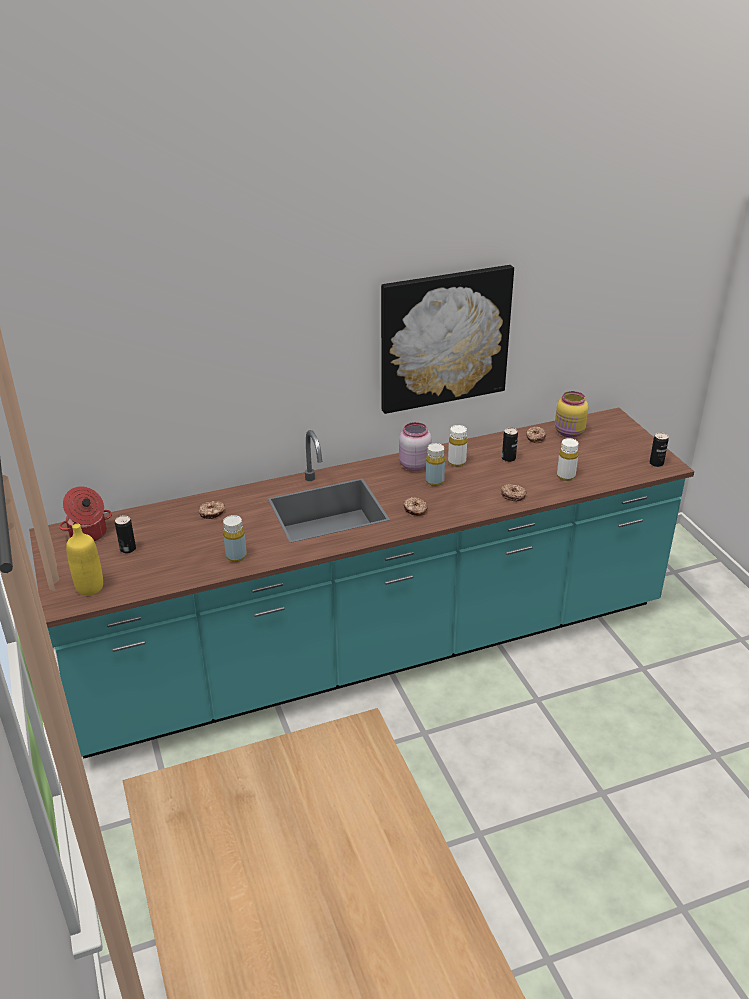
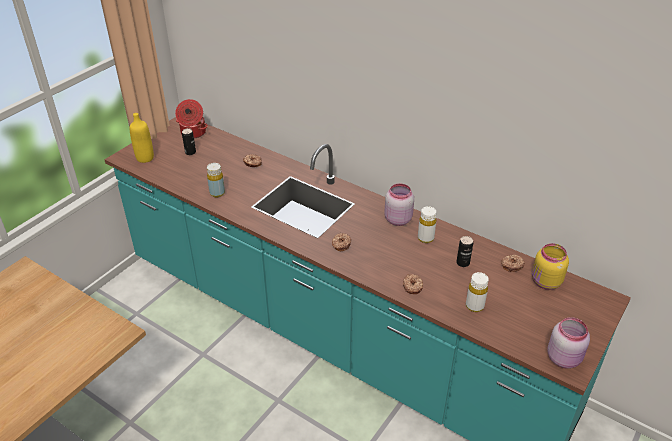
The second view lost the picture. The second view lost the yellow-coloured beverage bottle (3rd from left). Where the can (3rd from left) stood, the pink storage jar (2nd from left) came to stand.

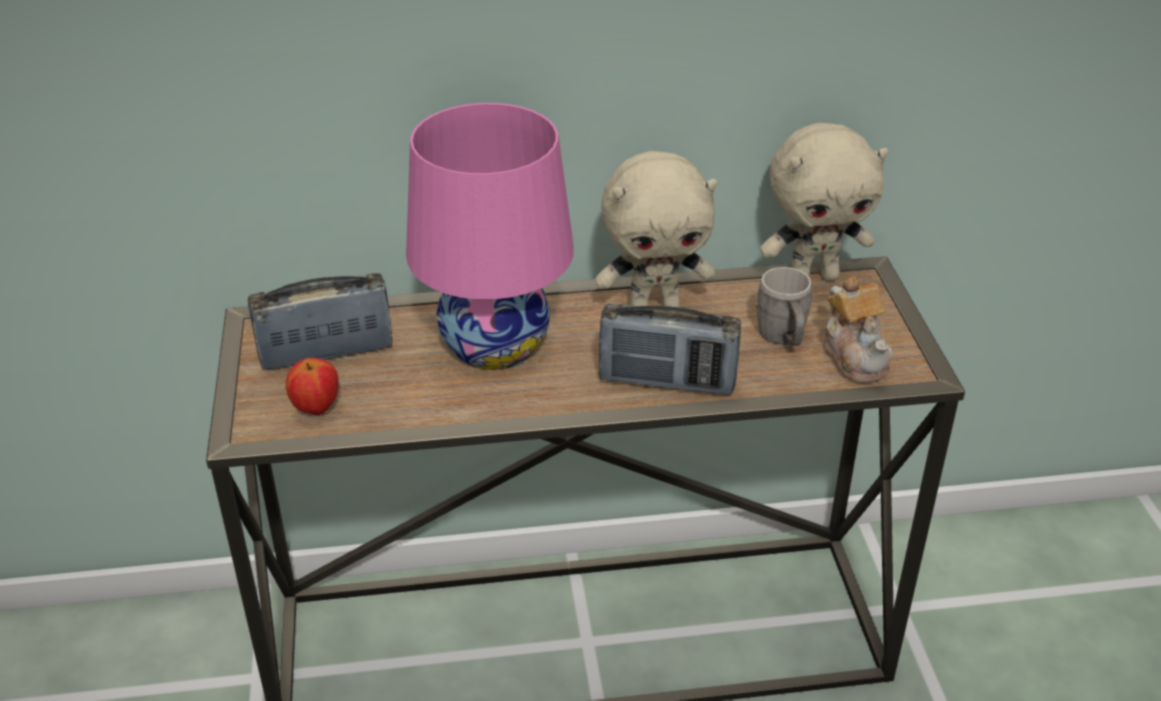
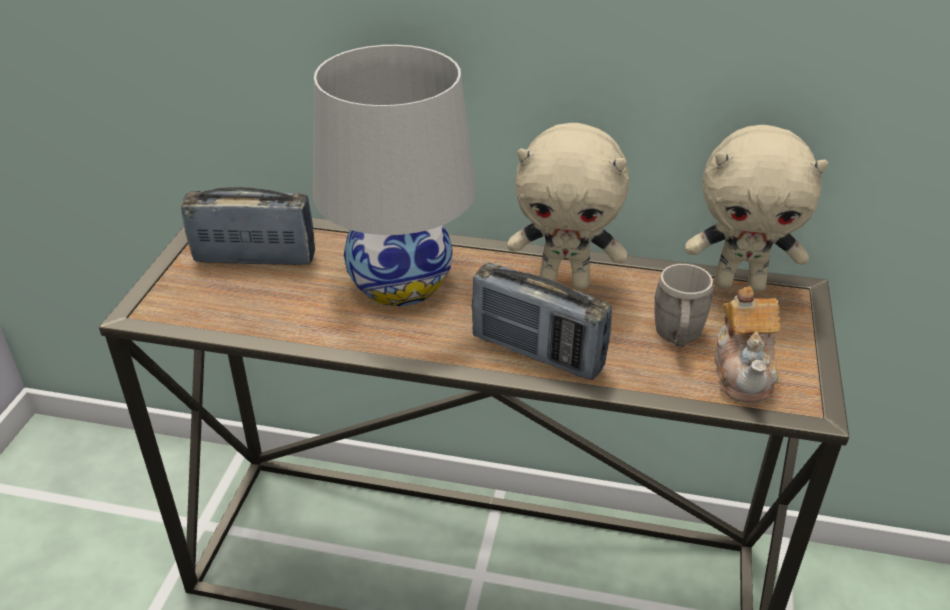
The second view lost the whole apple. What was the pink table lamp turned into the white table lamp.

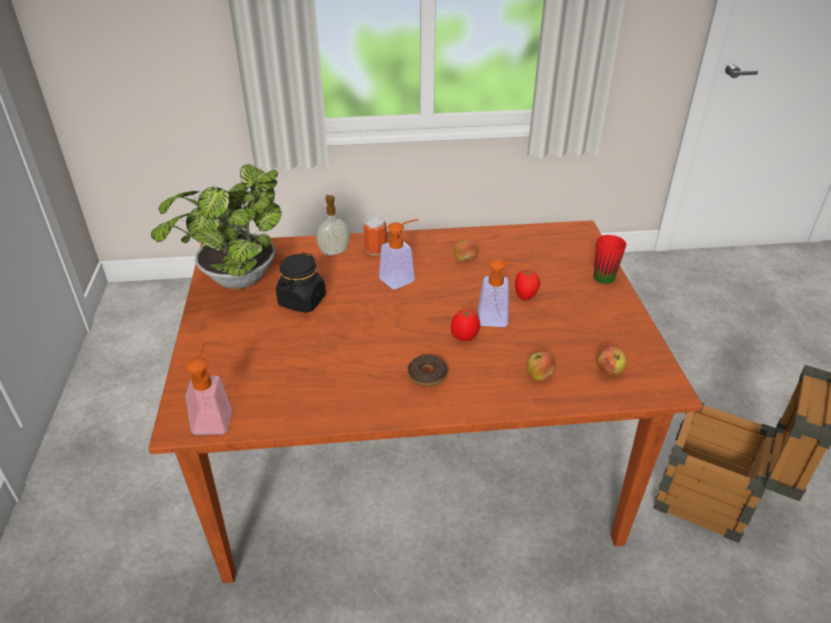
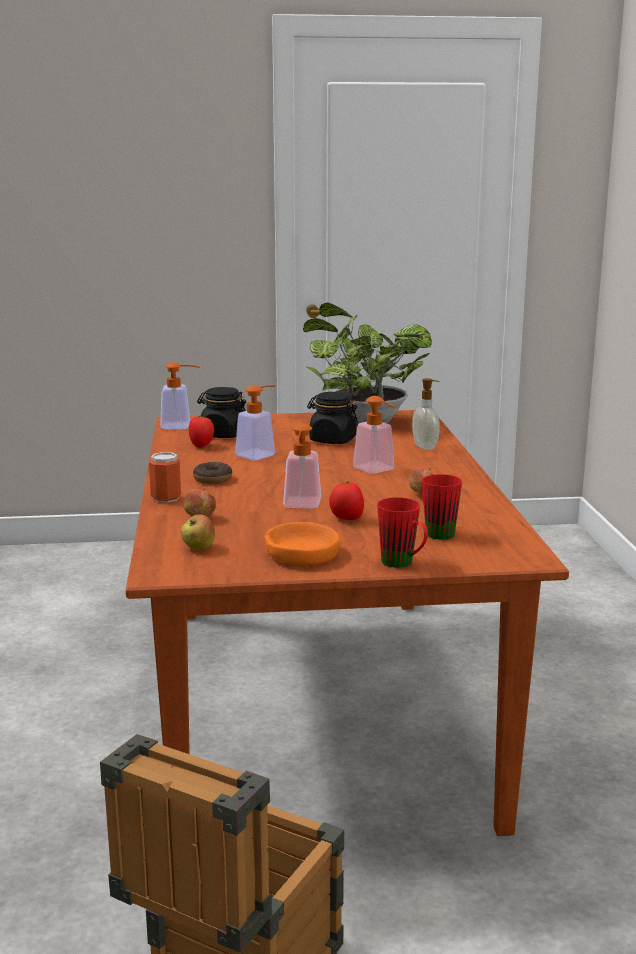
The can ended up elsewhere. The fresh tomato (1st from left) ended up elsewhere. The second view gained the blackish storage jar (1st from left). The second view gained the soap dispenser (2nd from left). The second view gained the orange serving bowl. The second view gained the red tea mug (2nd from left).

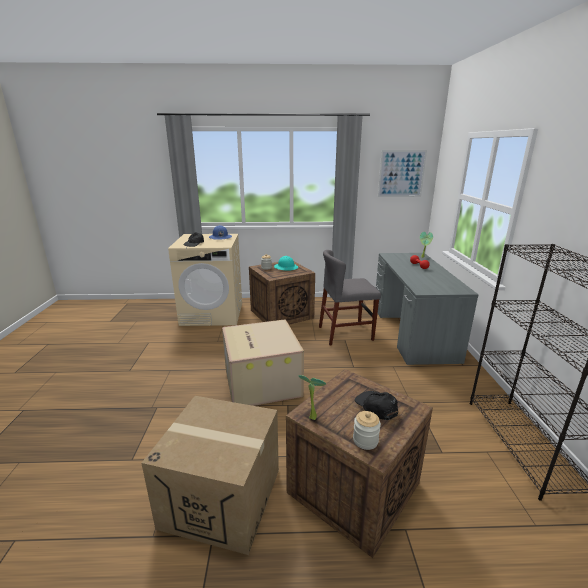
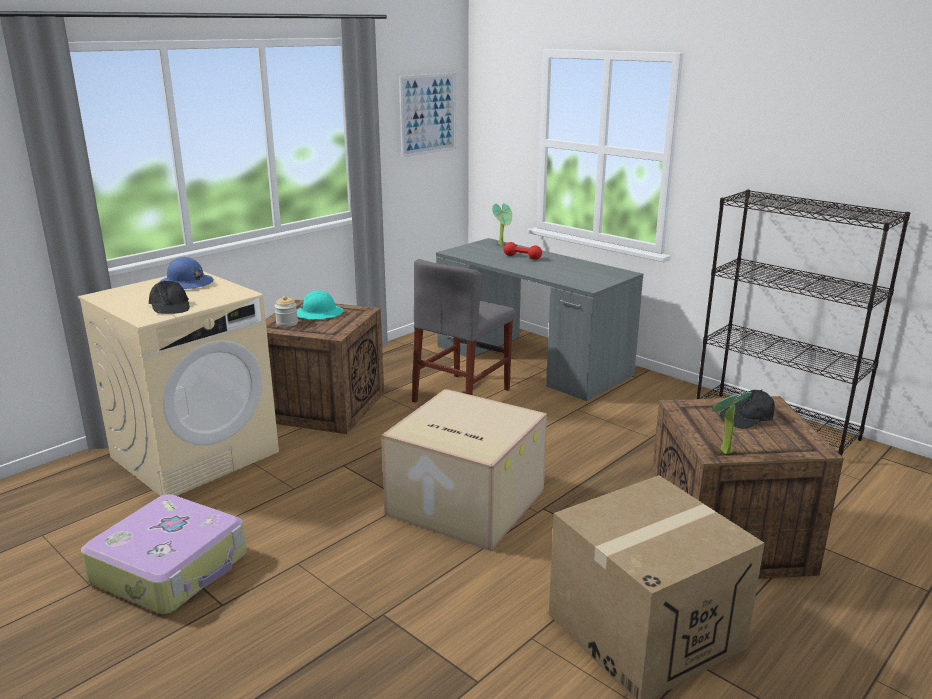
The second view lost the storage jar (2nd from left). The blackish baseball cap (2nd from left) ended up facing another way, 45 degrees counterclockwise from before. The second view gained the suitcase.

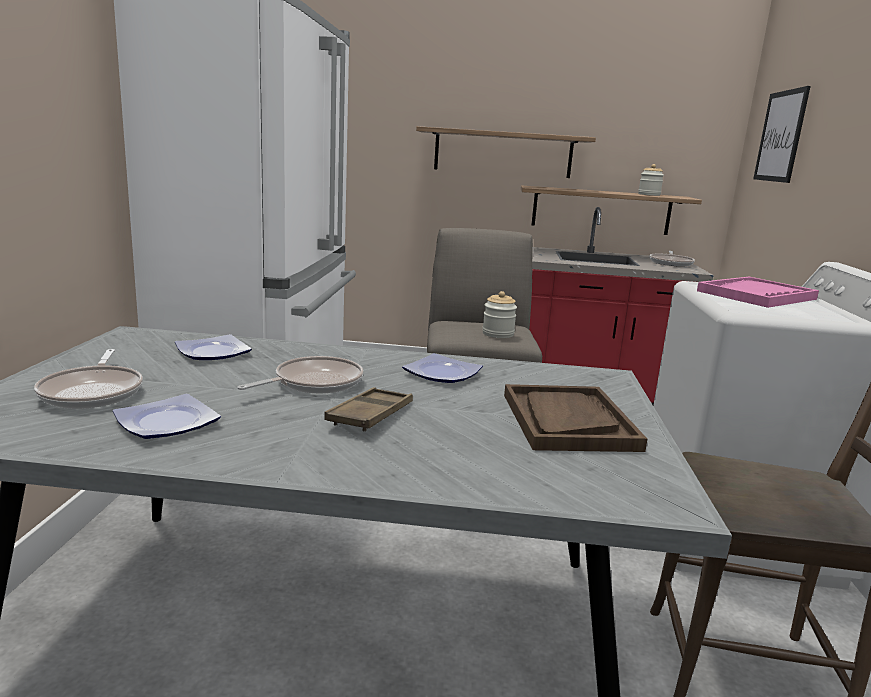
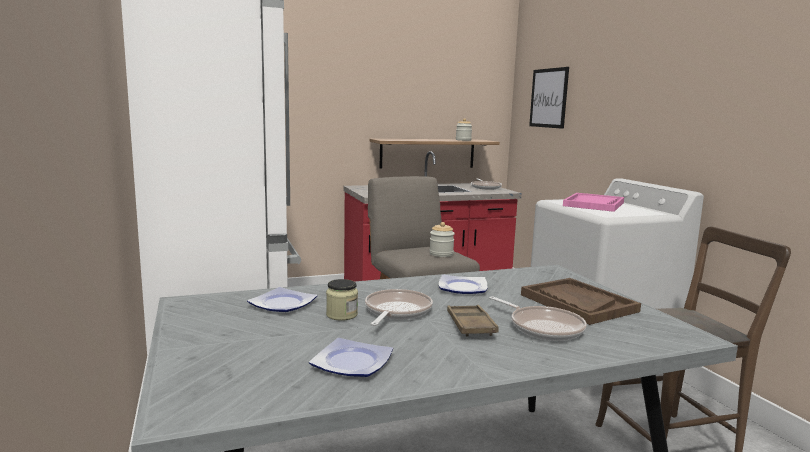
The pan (1st from left in the first image) ended up elsewhere. The second view lost the shelf (1st from left). The second view gained the storage jar (1st from left).

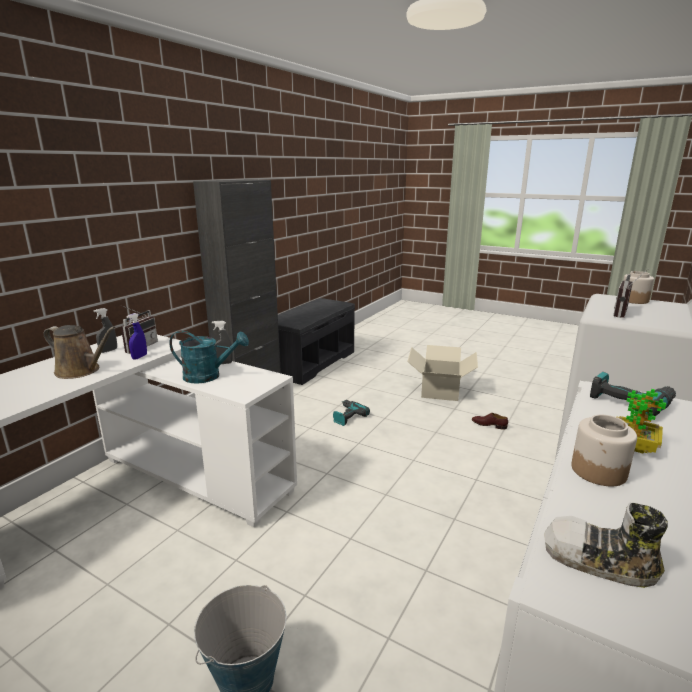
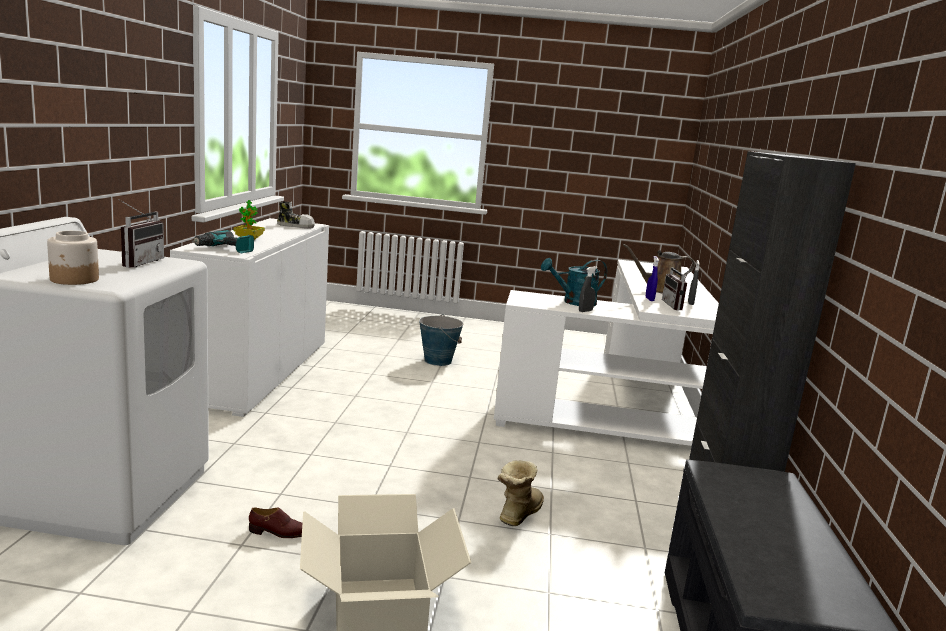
Where the electric drill (1st from left) stood, the tall boot came to stand. The second view lost the storage jar (1st from left).

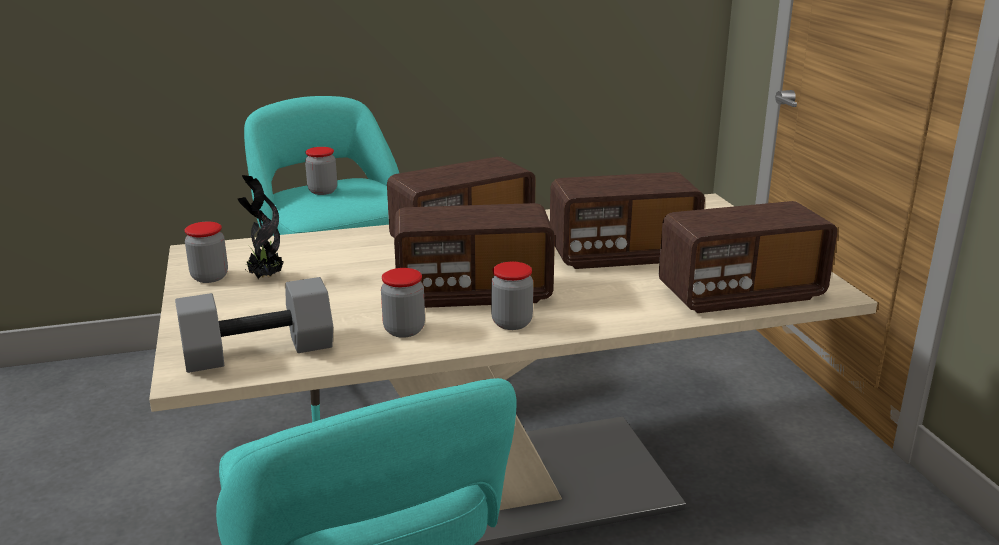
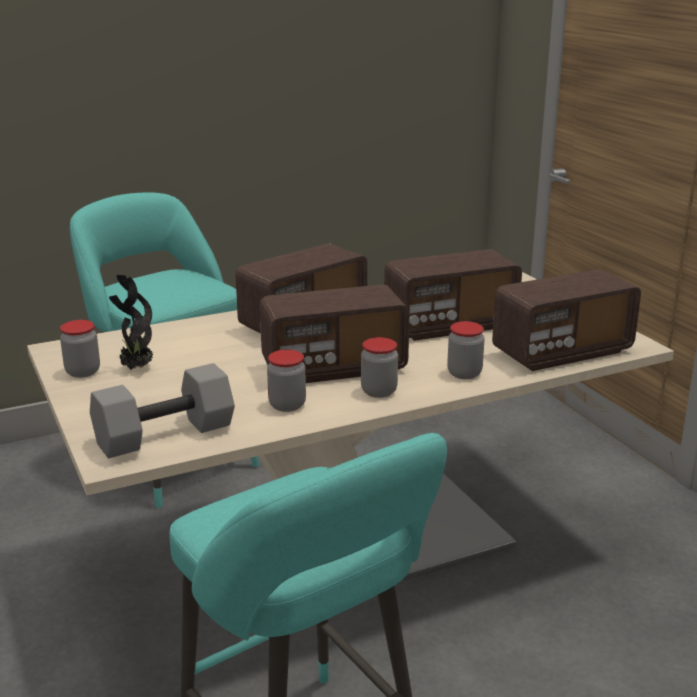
The storage jar (2nd from left in the first image) ended up elsewhere.

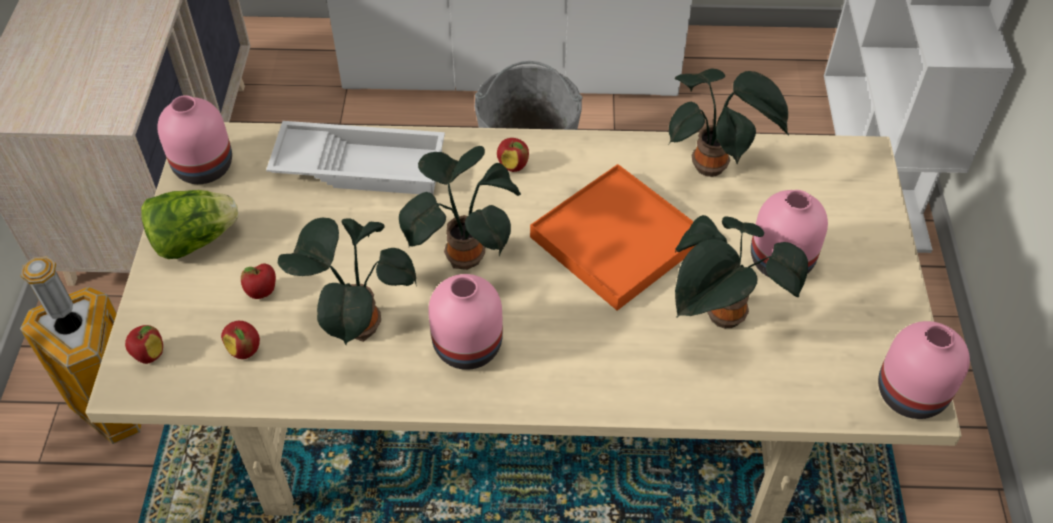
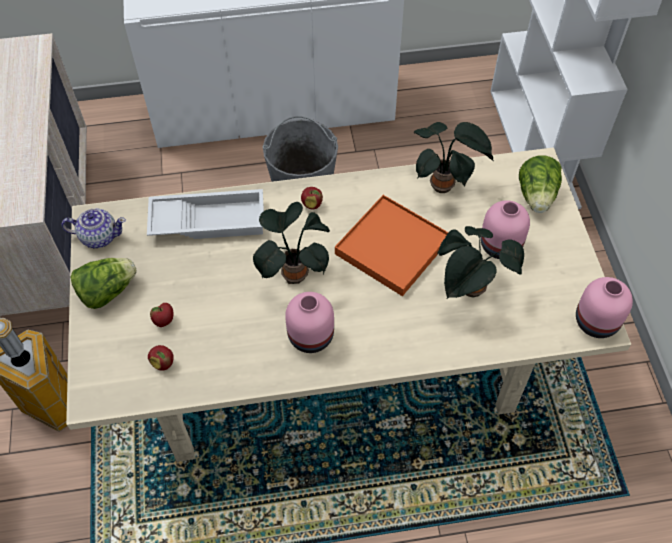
The second view lost the whole apple (1st from left). Where the pink vase (1st from left) stood, the pot for tea came to stand. The second view lost the potted plant (1st from left). The second view gained the lettuce (2nd from left).

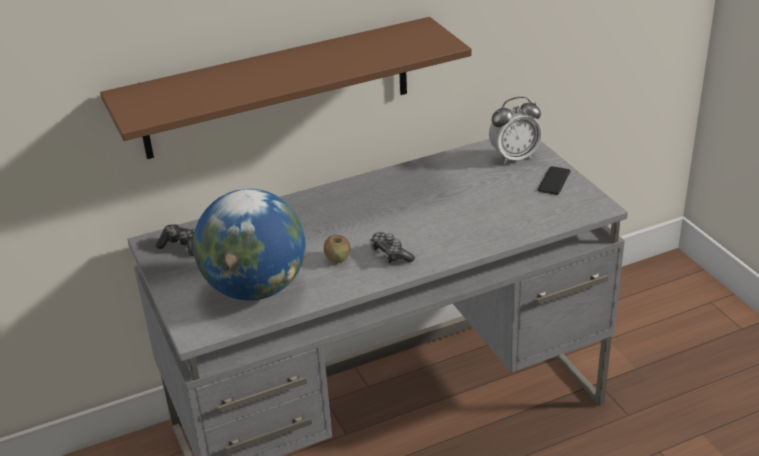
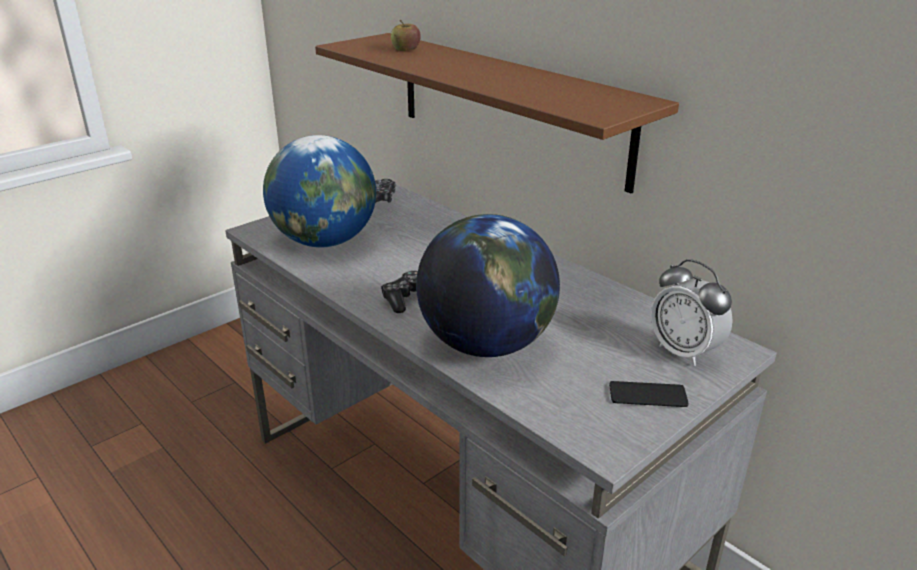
The whole apple ended up elsewhere. The second view gained the globe (2nd from left).

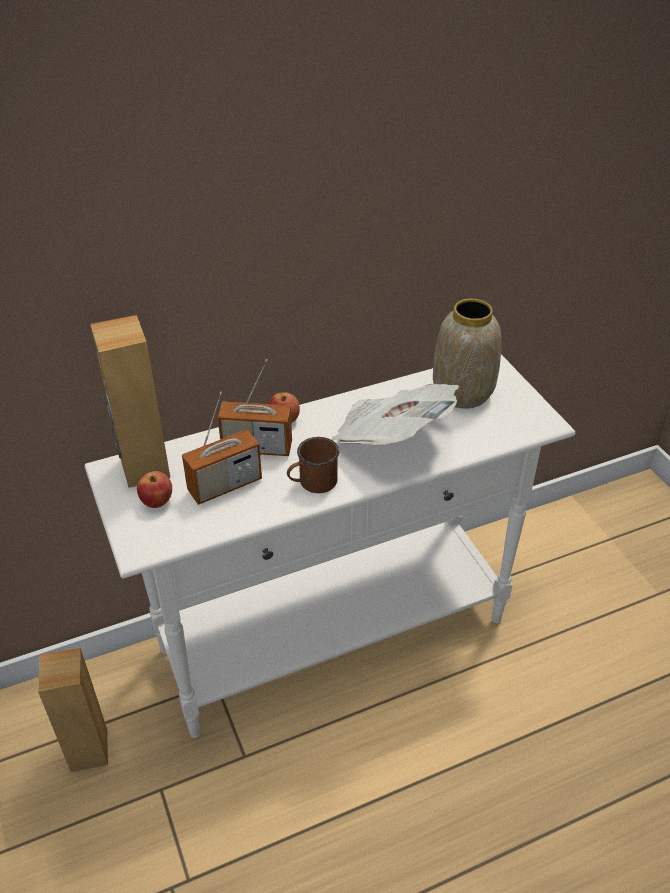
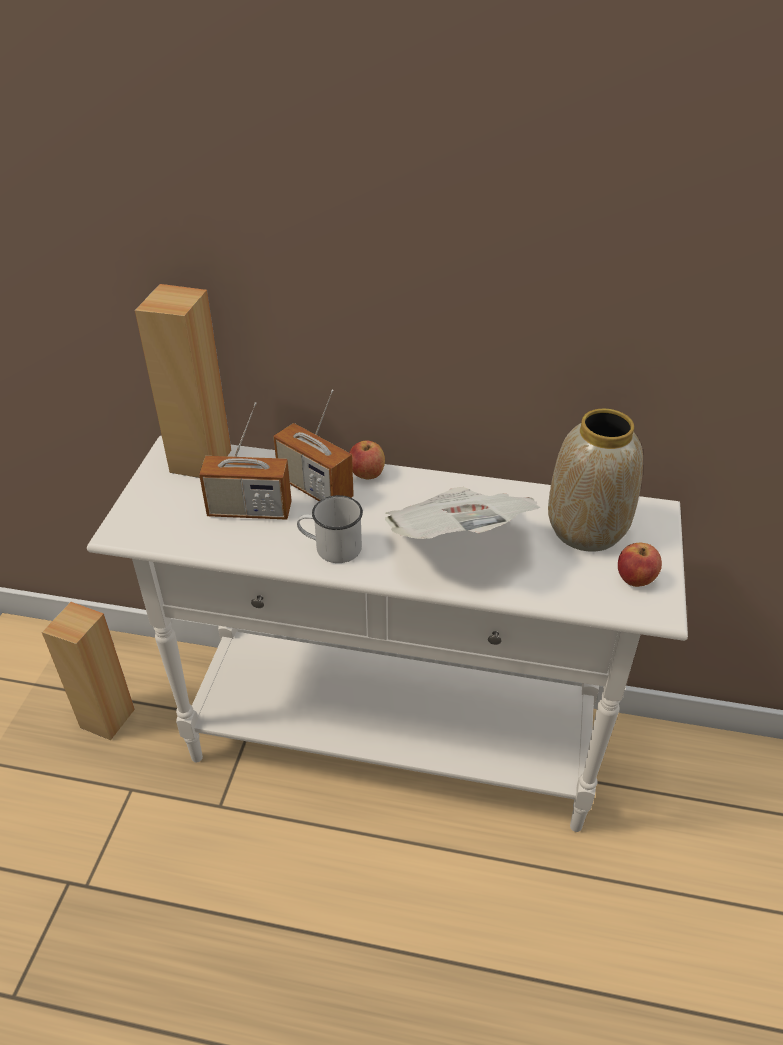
The whole apple (1st from left in the first image) ended up elsewhere. What was the brown-coloured tea mug turned into the white tea mug.

